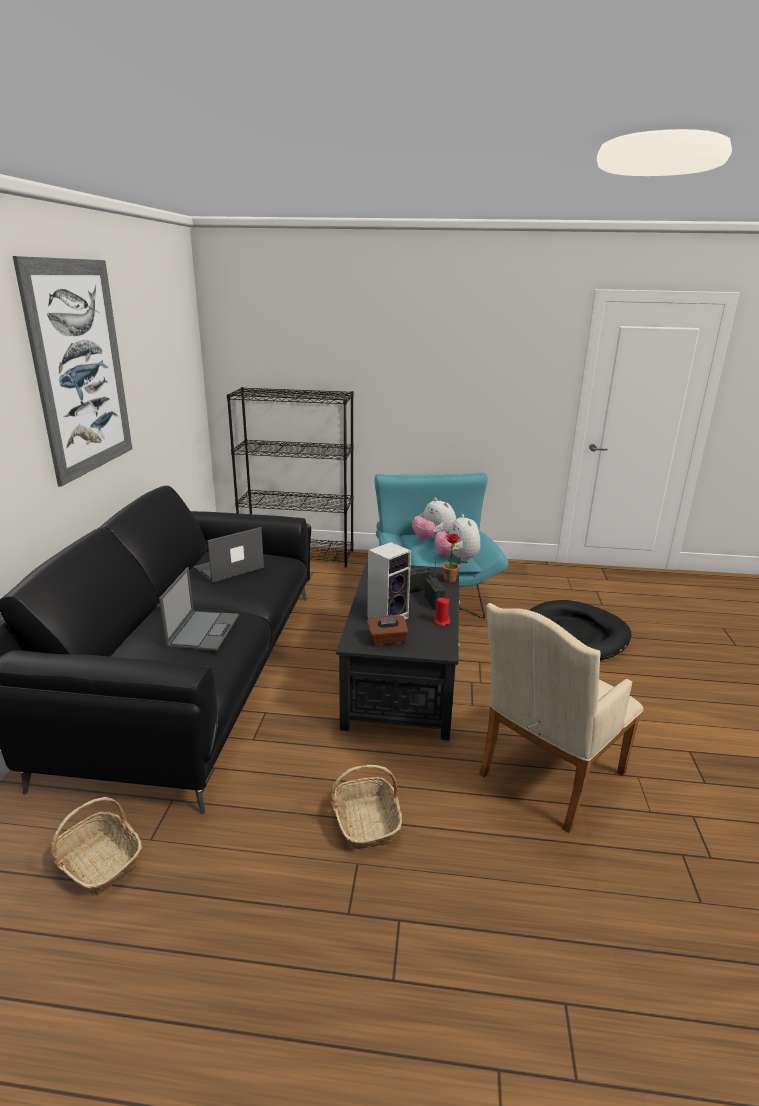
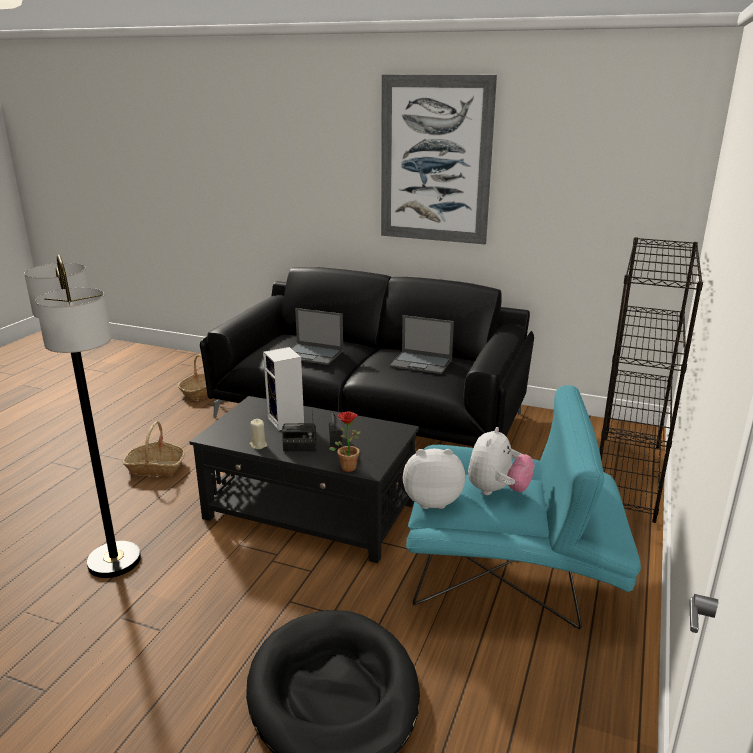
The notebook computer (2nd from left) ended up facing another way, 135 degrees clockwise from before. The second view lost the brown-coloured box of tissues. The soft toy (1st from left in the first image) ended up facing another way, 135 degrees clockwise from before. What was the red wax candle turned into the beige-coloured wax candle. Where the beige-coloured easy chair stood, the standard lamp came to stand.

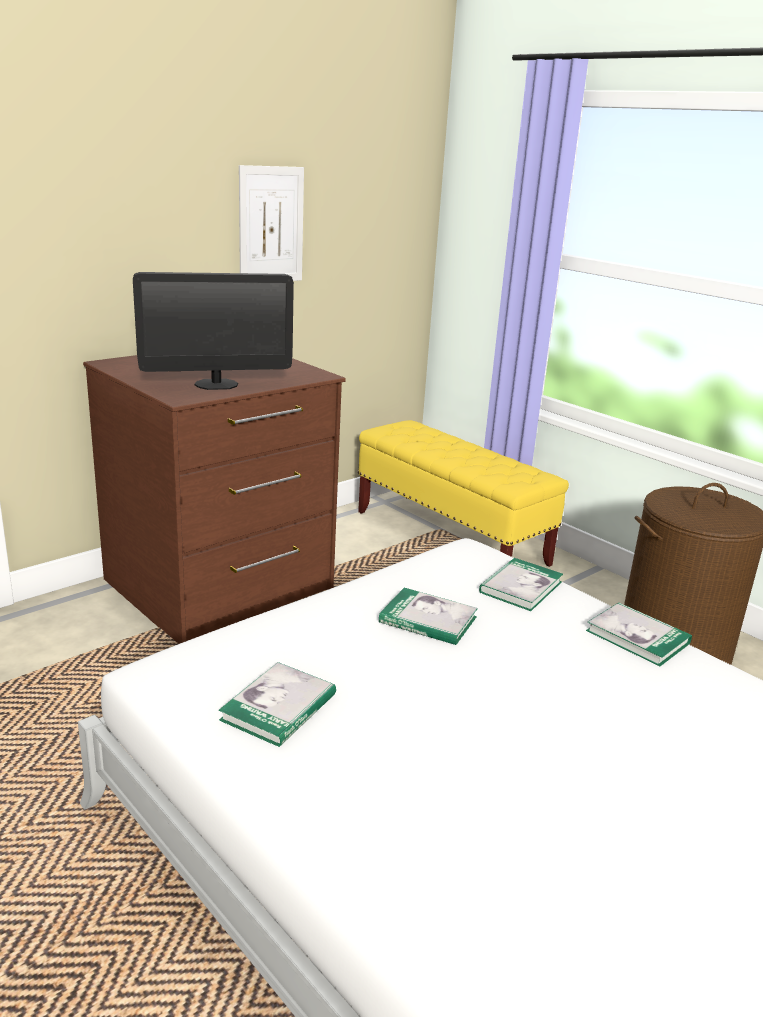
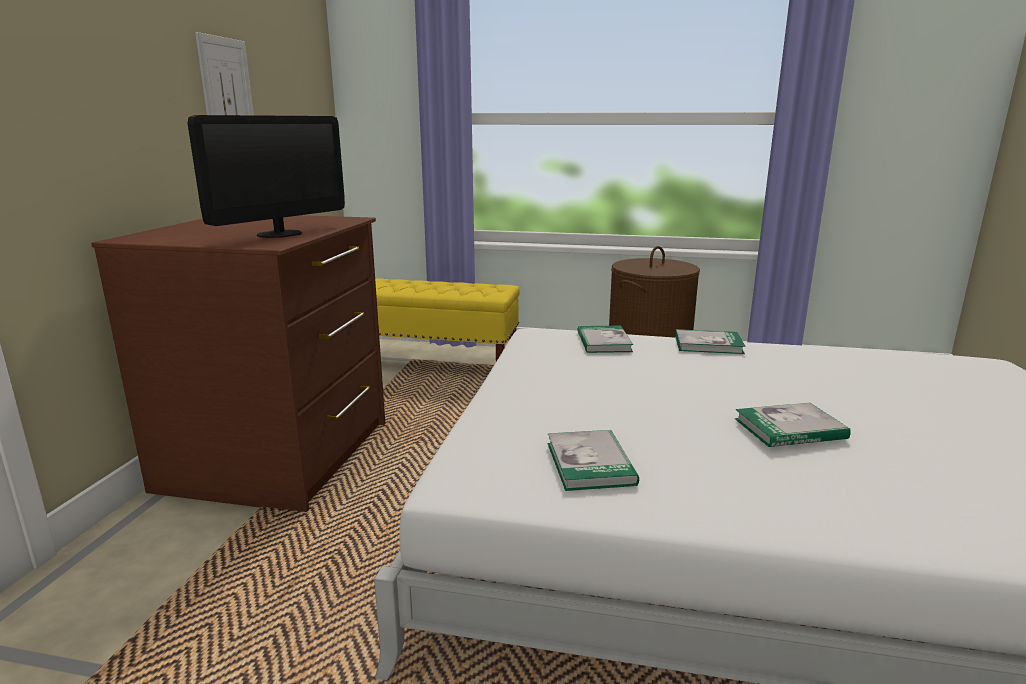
The bound book (2nd from left in the first image) ended up elsewhere.

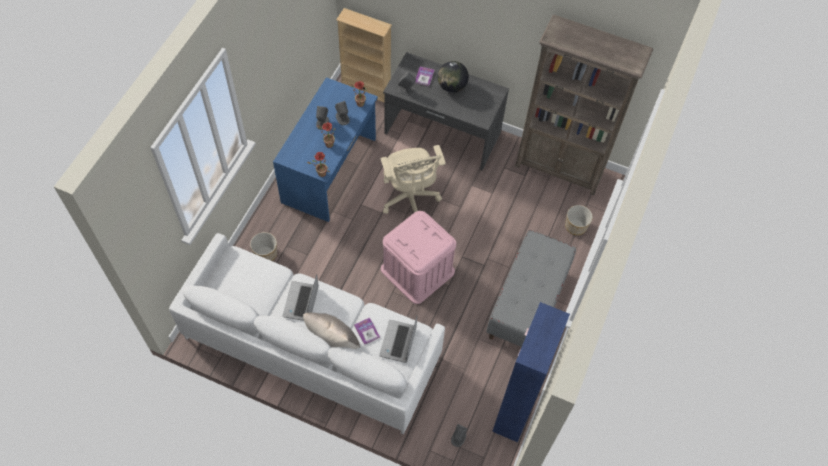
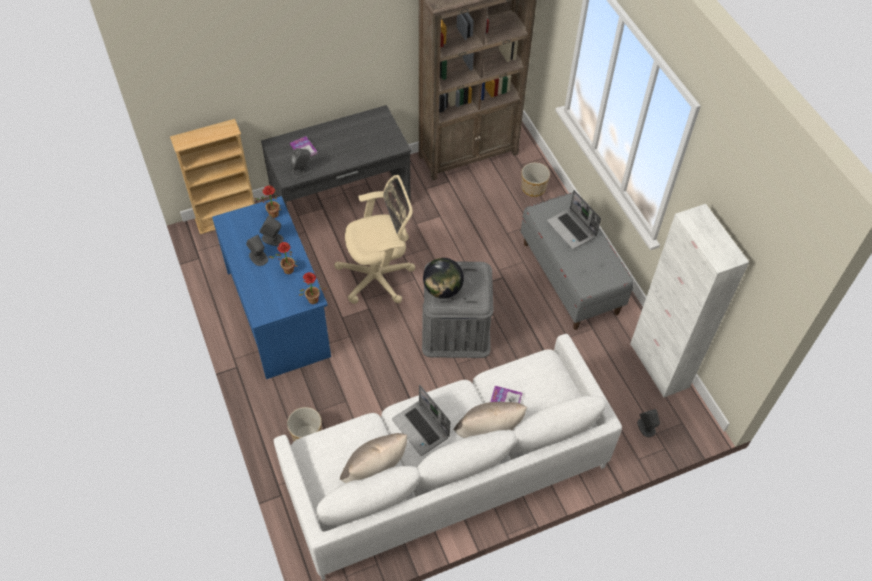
The notebook computer (2nd from left) ended up elsewhere. The beige-coloured office chair ended up facing another way, 45 degrees counterclockwise from before. What was the pink storage box turned into the greyish storage box. The globe ended up elsewhere. What was the blue cabinet turned into the white cabinet. The second view gained the beige-coloured cushion (1st from left).

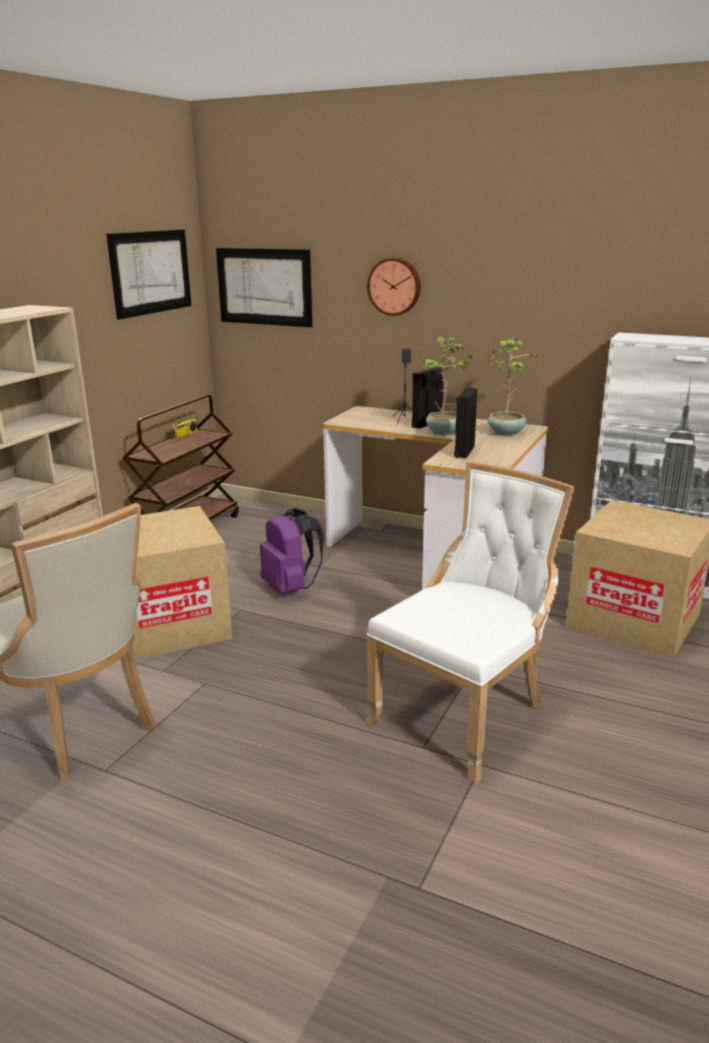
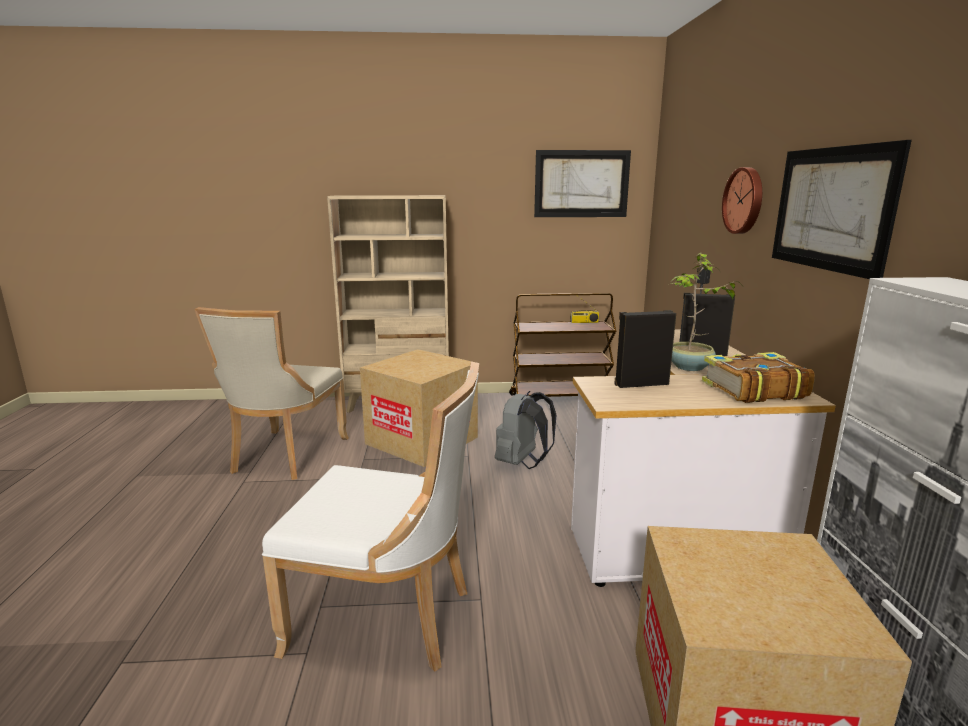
The picture (2nd from left) ended up elsewhere. What was the purplish backpack turned into the greyish backpack. Where the potted plant (2nd from left) stood, the bound book came to stand.

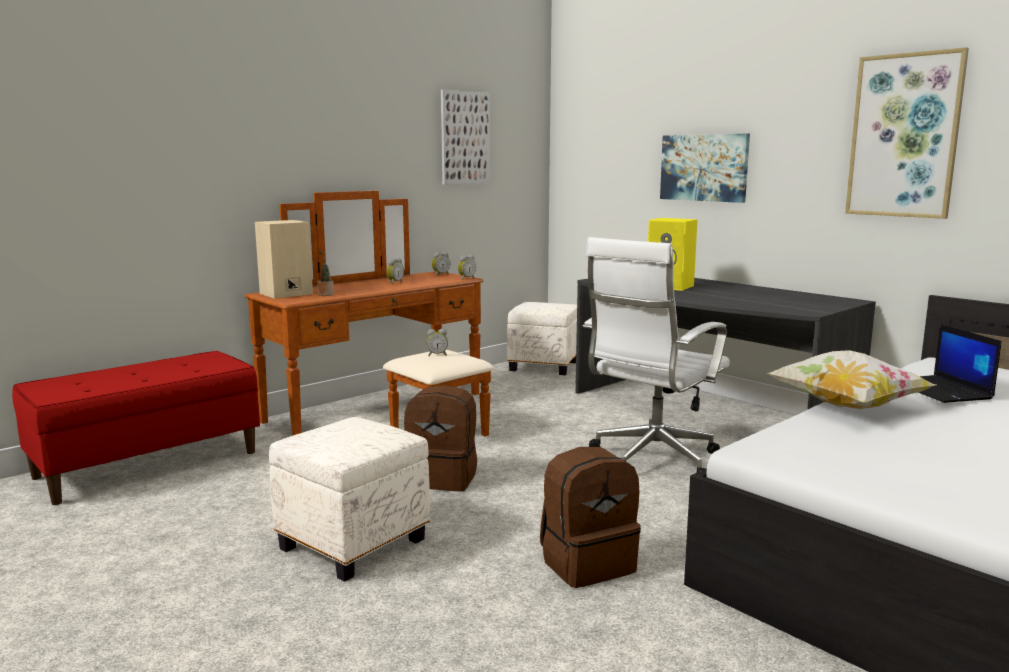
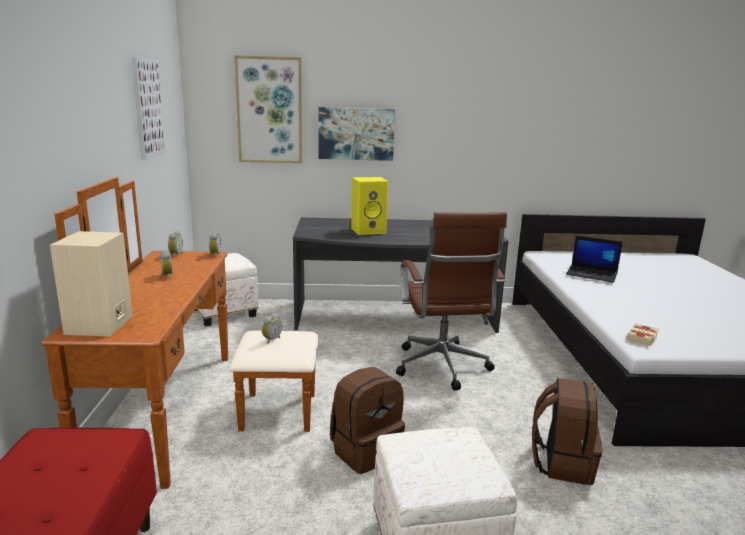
The second view lost the potted plant. What was the white office chair turned into the brown-coloured office chair. The second view lost the cushion. The picture (3rd from left in the first image) ended up elsewhere. The second view gained the beige-coloured bound book.

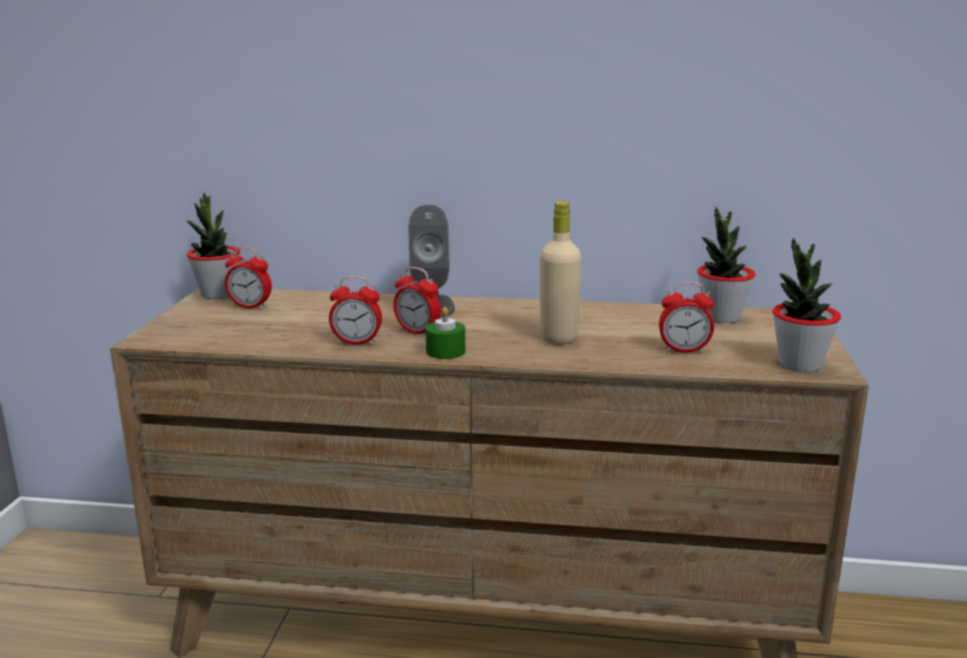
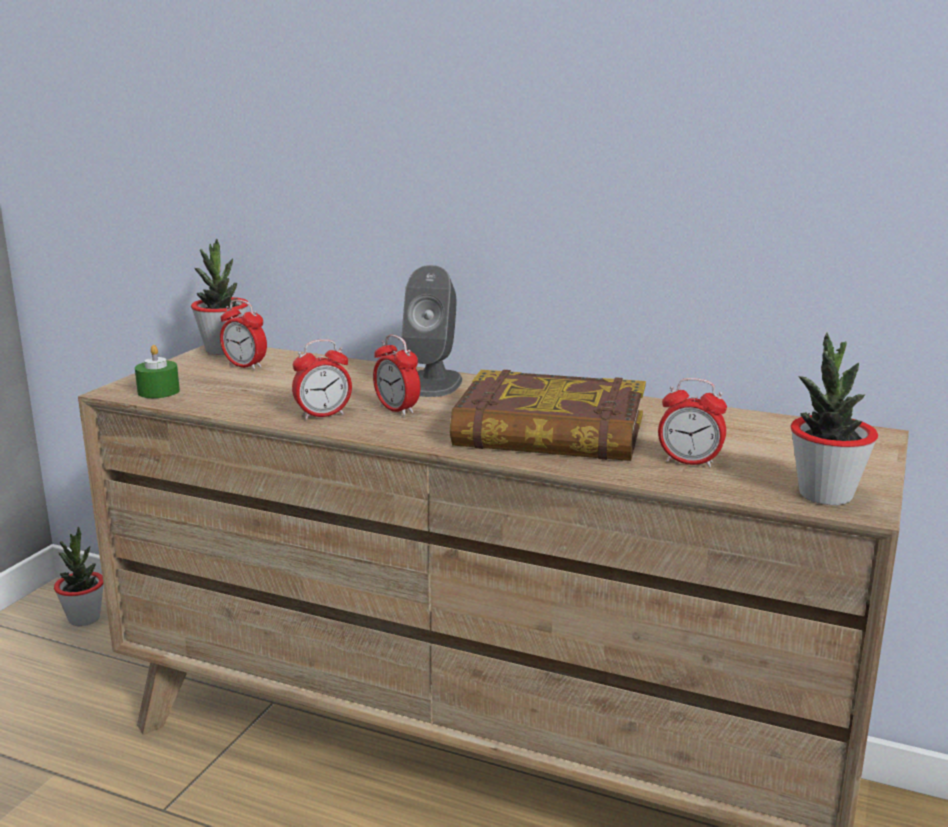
The bedside clock (2nd from left) ended up facing another way, 45 degrees counterclockwise from before. The greenish wax candle ended up elsewhere. Where the beige-coloured beverage bottle stood, the bound book came to stand. The potted plant (2nd from left in the first image) ended up elsewhere.

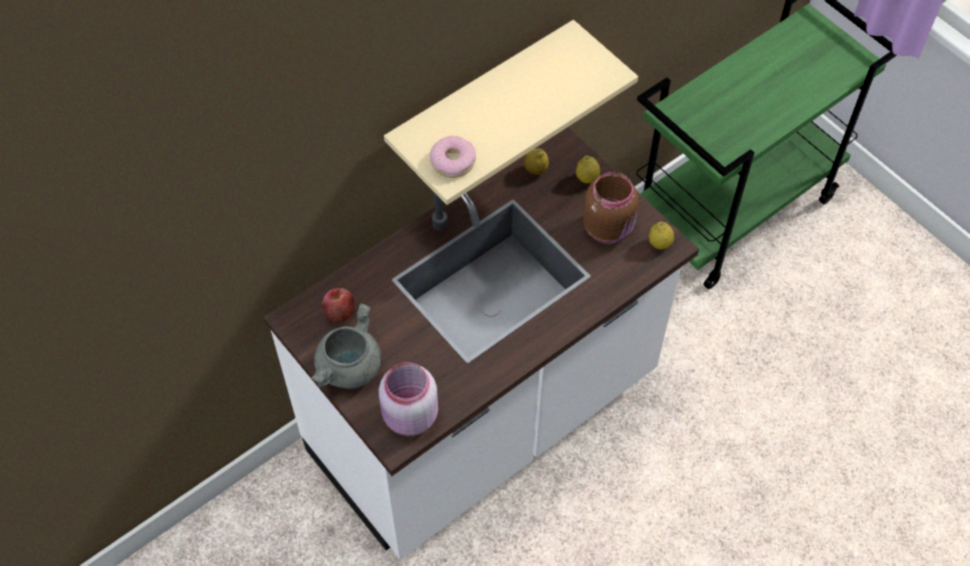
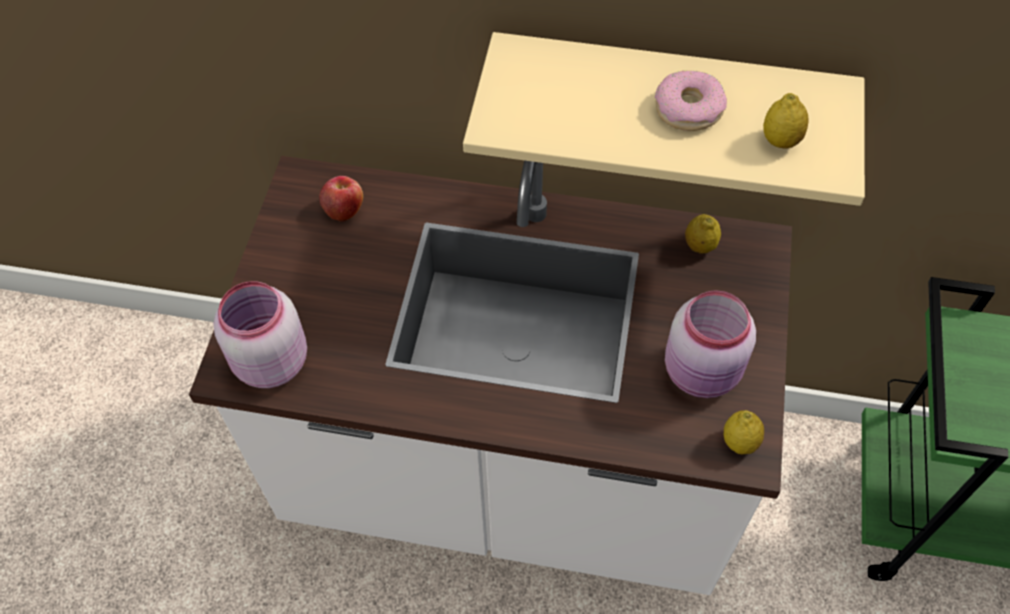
The second view lost the greyish saucepot. The donut ended up elsewhere. The citrus fruit (2nd from left in the first image) ended up elsewhere. What was the brown-coloured storage jar turned into the pink storage jar (2nd from left).

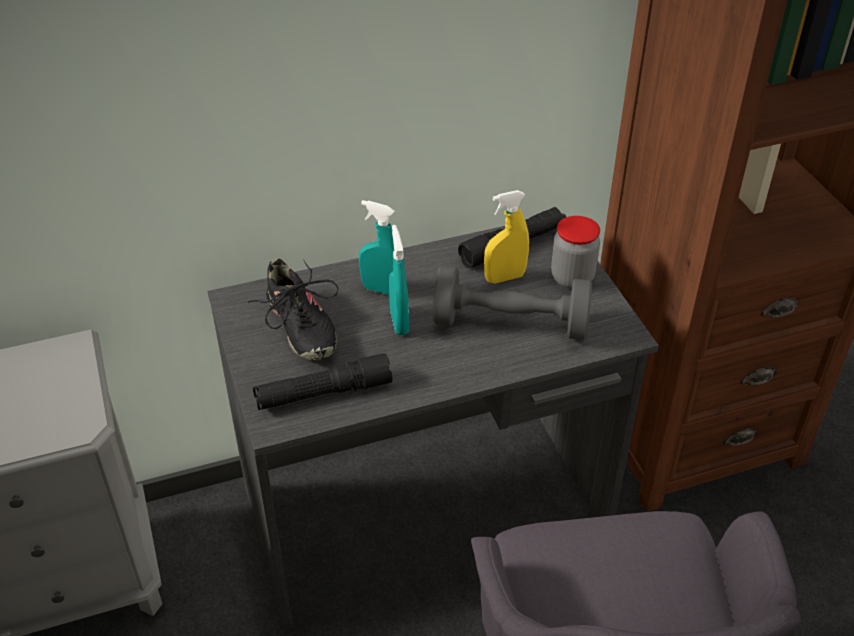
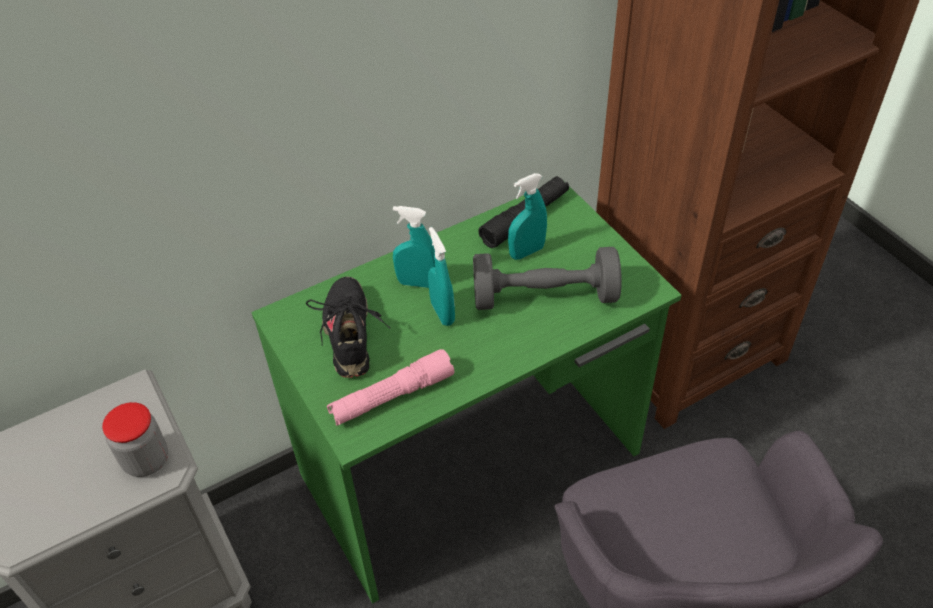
What was the greyish desk table turned into the greenish desk table. The blackish item of footwear ended up facing another way, 150 degrees counterclockwise from before. What was the blackish torch (1st from left) turned into the pink torch. What was the yellow-coloured spray bottle turned into the turquoise spray bottle (3rd from left). The storage jar ended up elsewhere.

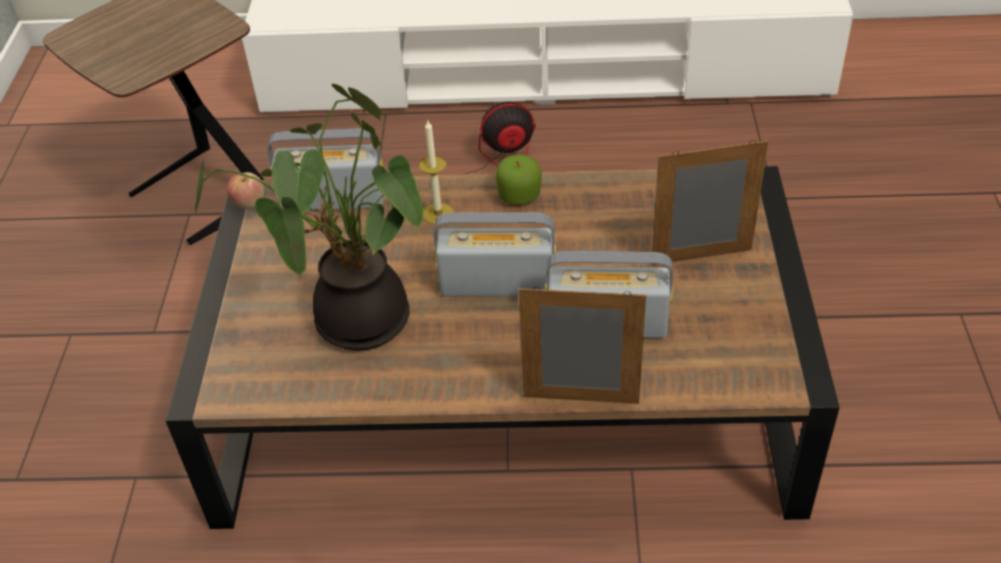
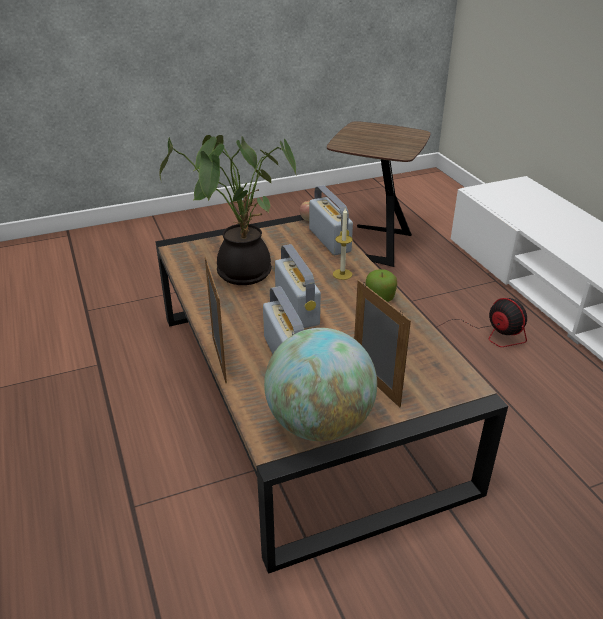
The second view gained the globe.

